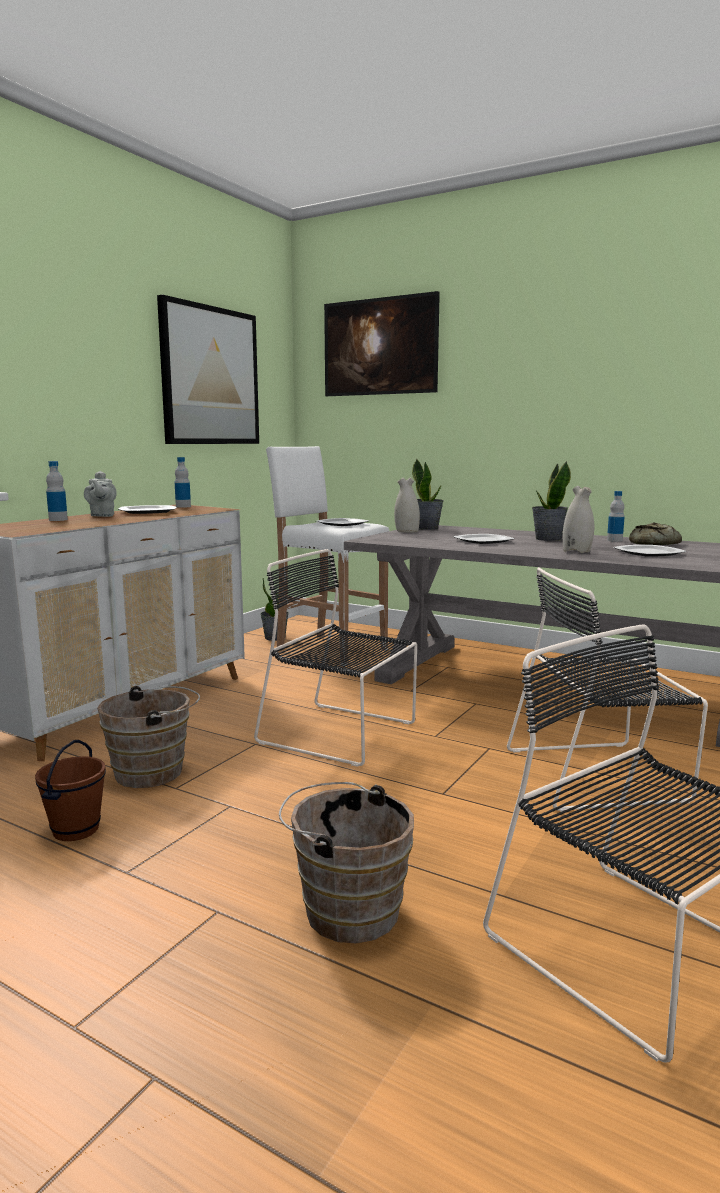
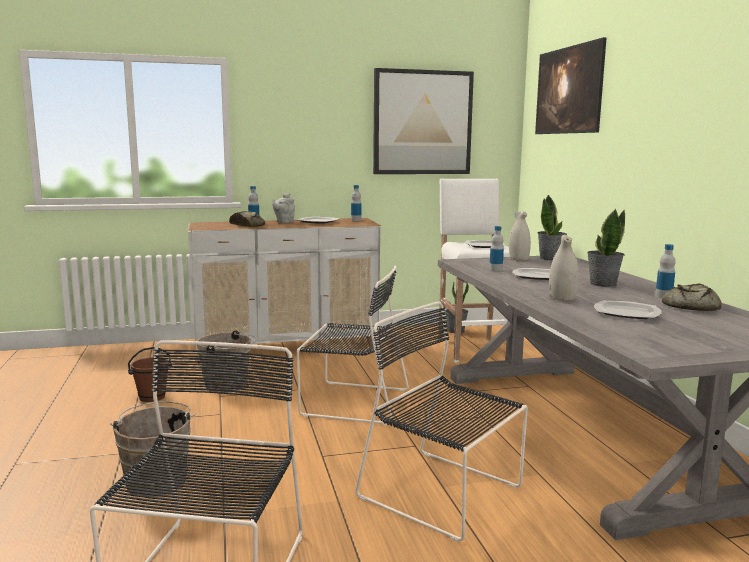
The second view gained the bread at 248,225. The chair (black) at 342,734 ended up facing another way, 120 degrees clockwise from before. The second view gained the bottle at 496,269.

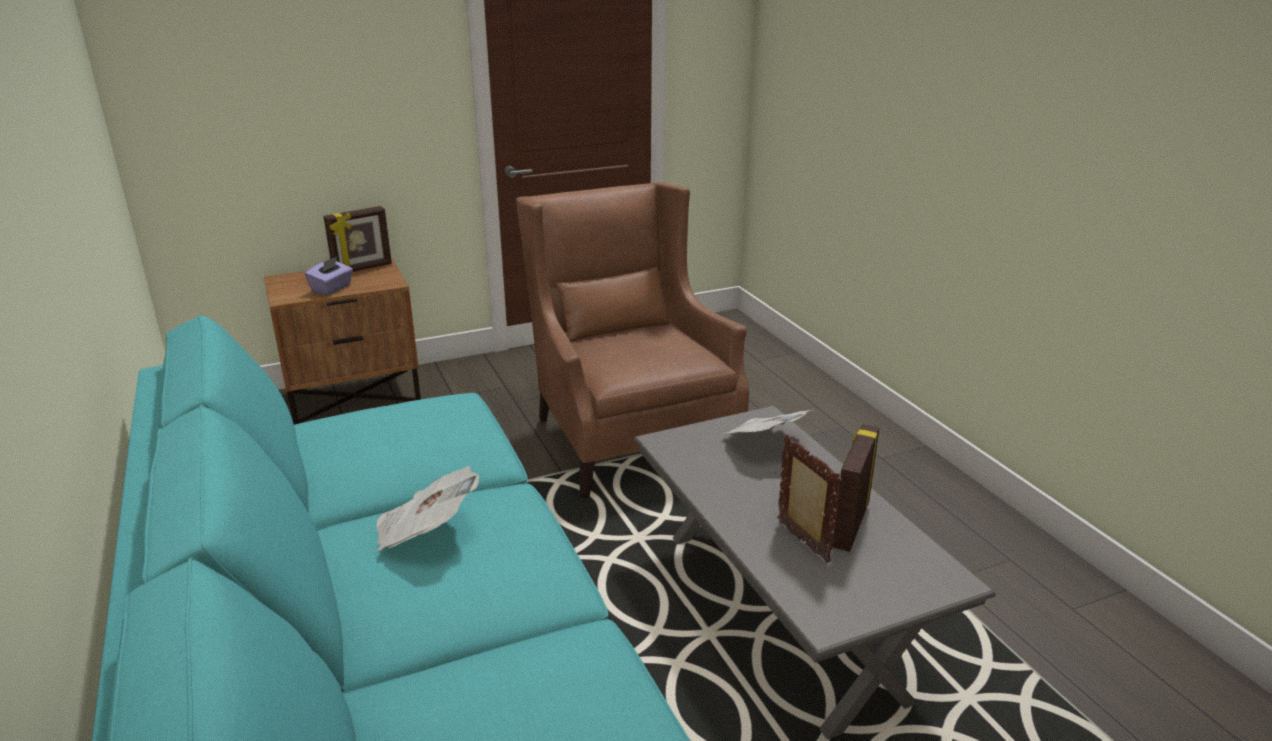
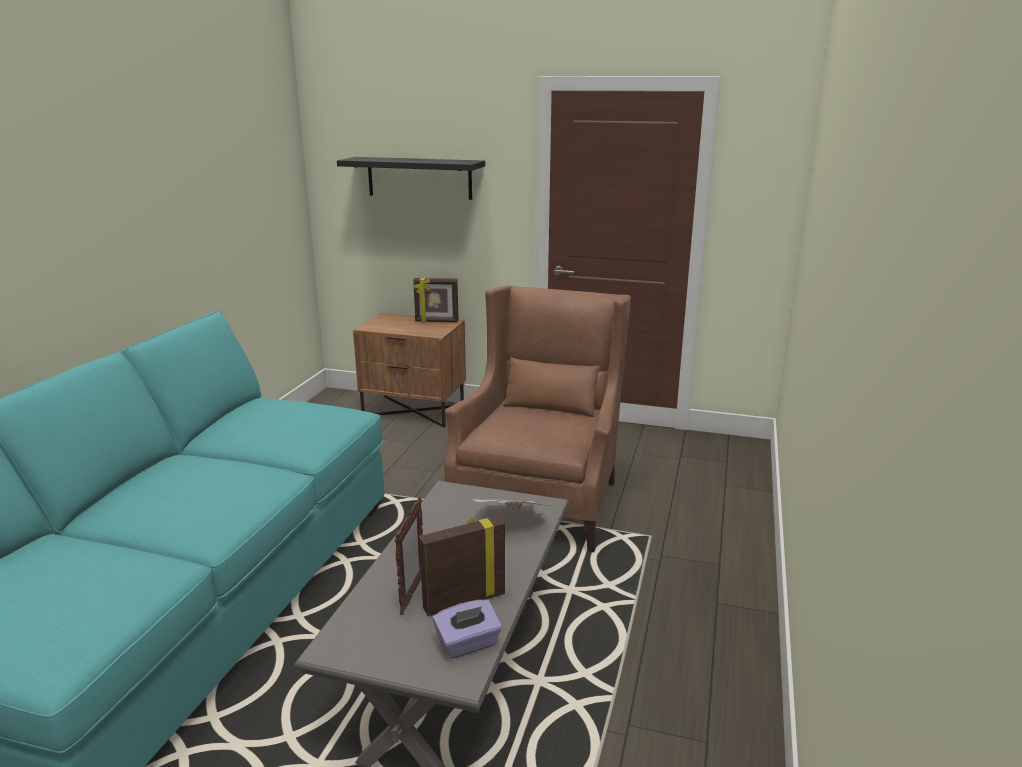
The second view gained the shelf (black) at 419,178. The tissue box (purple) ended up elsewhere, having gone from 332,288 to 468,644. The second view lost the newspaper at 426,532.

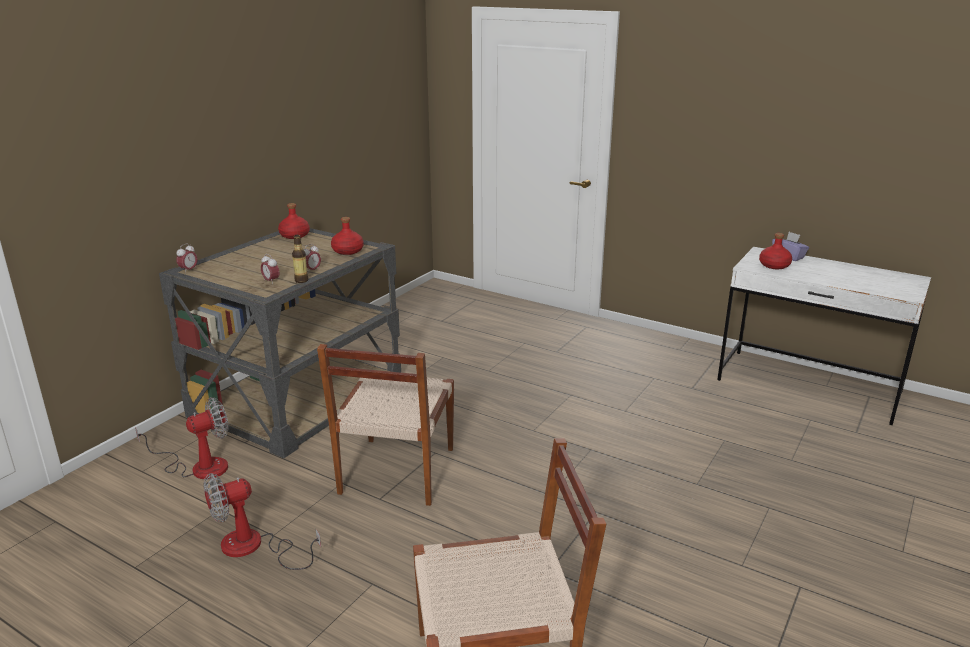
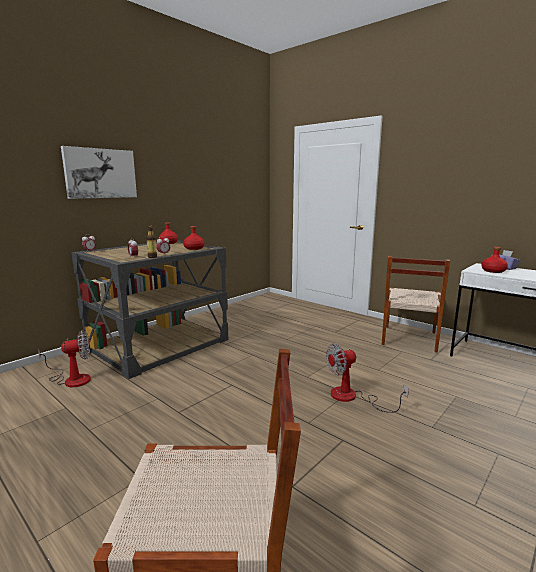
The second view gained the picture at 100,173. The fan ended up elsewhere, having gone from 254,547 to 352,397. The chair ended up elsewhere, having gone from 396,473 to 409,339.

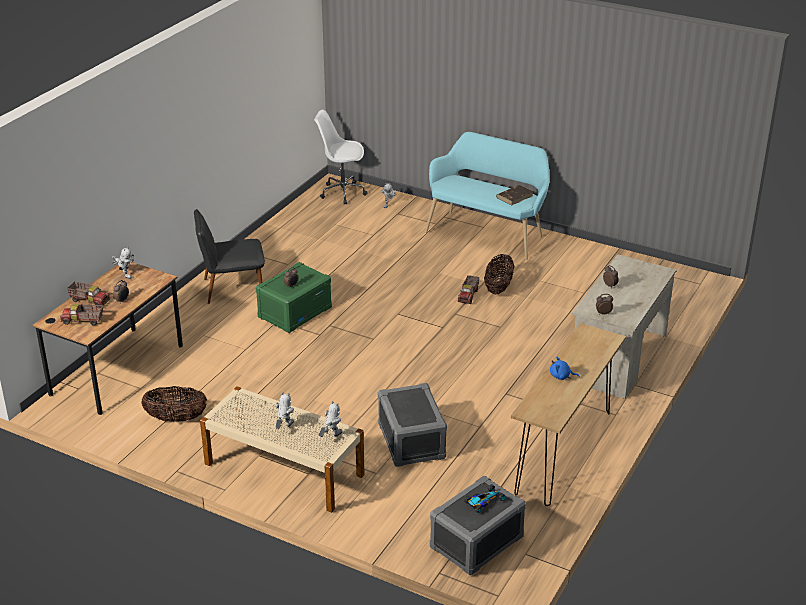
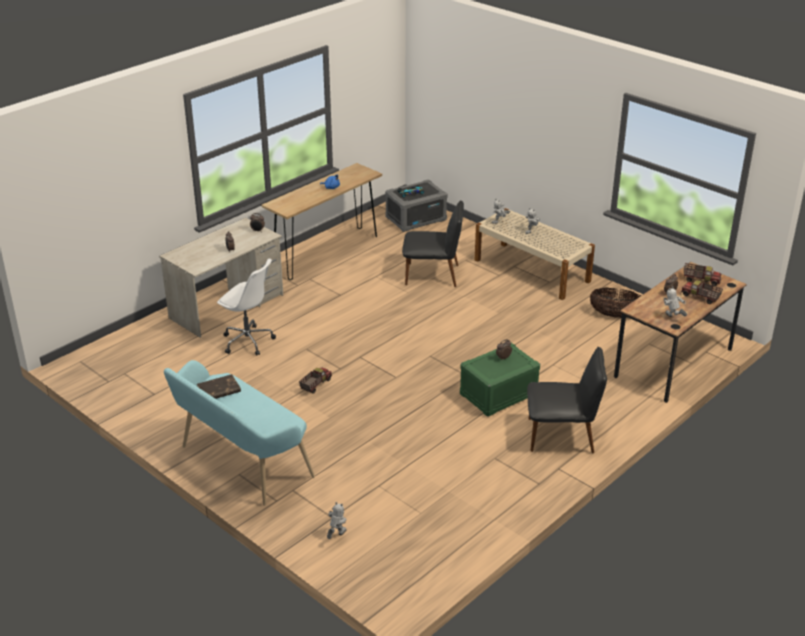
The office chair (white) ended up elsewhere, having gone from 342,193 to 249,342. Where the storage box (grey) stood at 410,441, the chair (black) came to stand at 432,275. The second view lost the basket at 498,288.

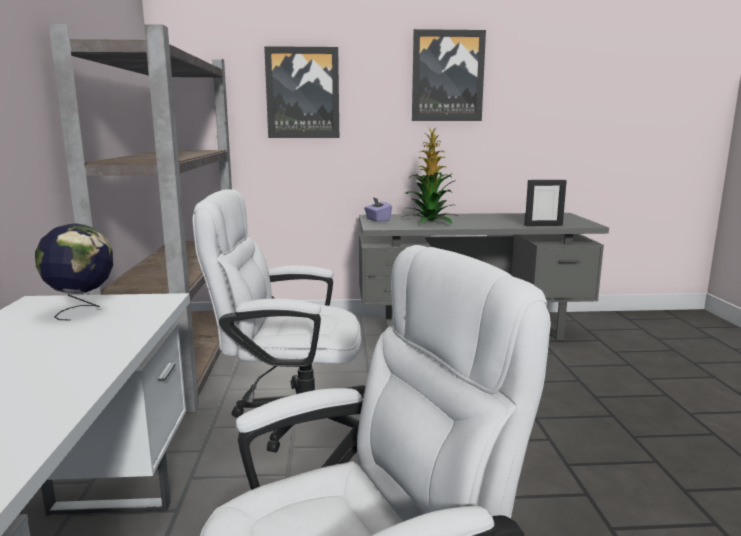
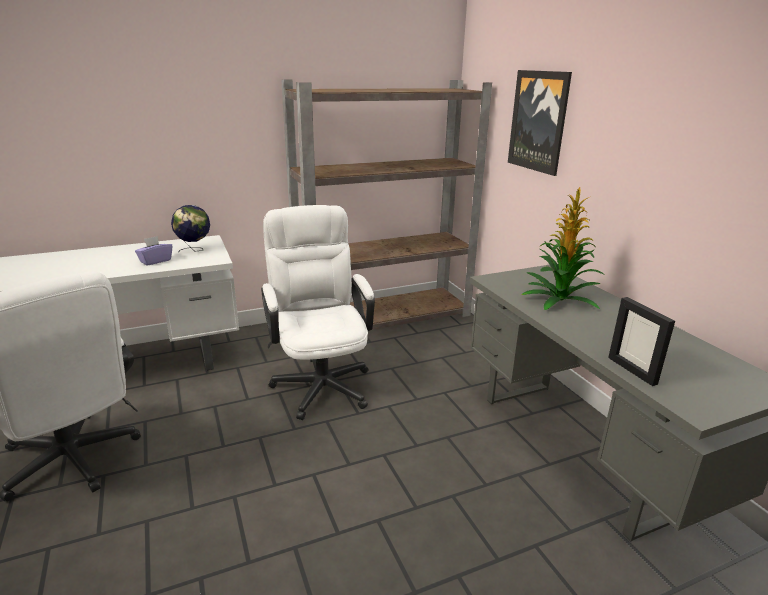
The tissue box (purple) ended up elsewhere, having gone from 377,220 to 155,261. The second view lost the picture at 447,76.

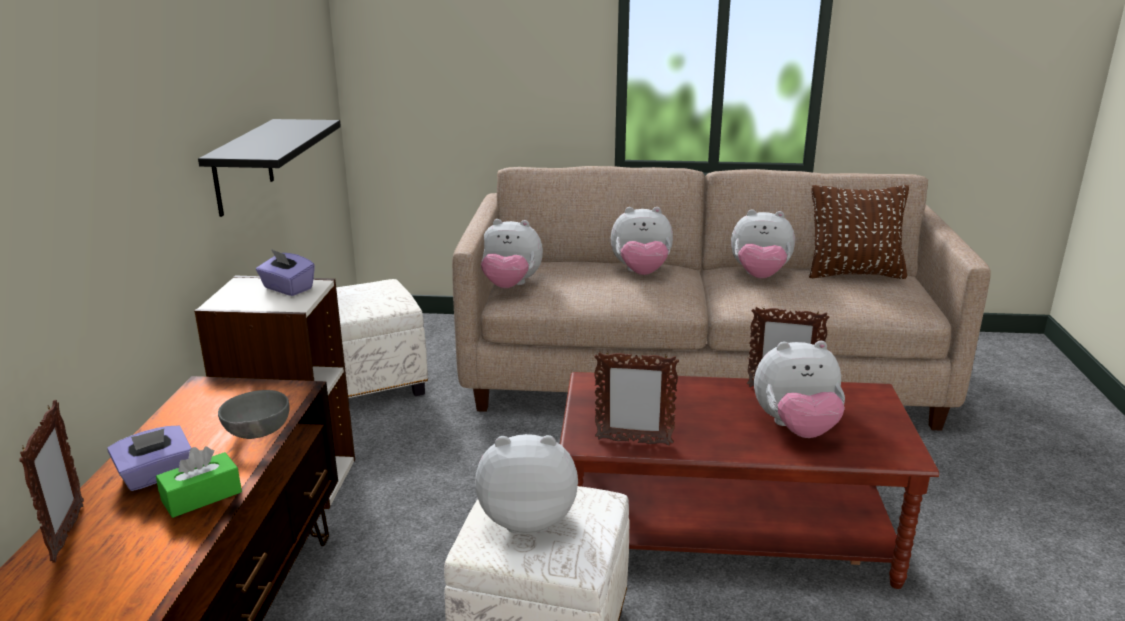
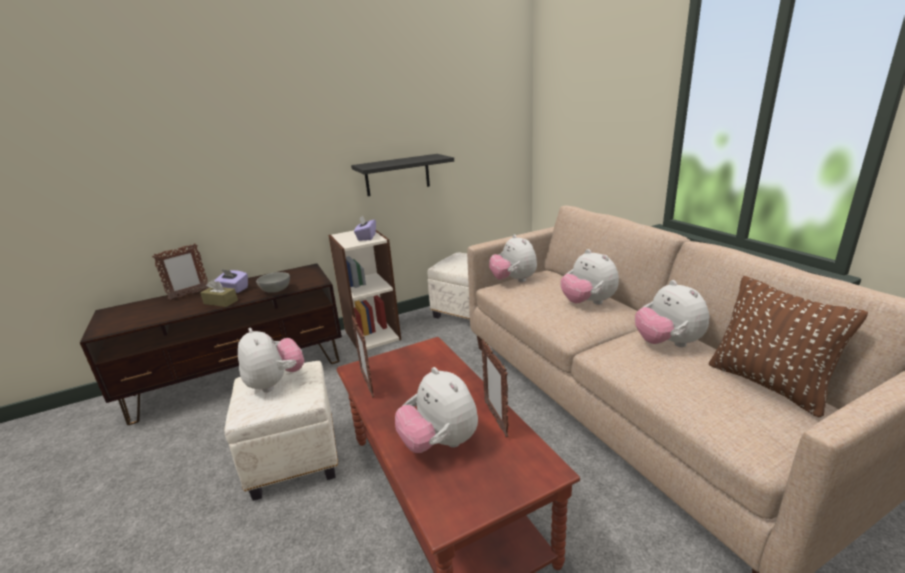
What was the tissue box (green) at 201,496 turned into the tissue box (brown) at 220,302.

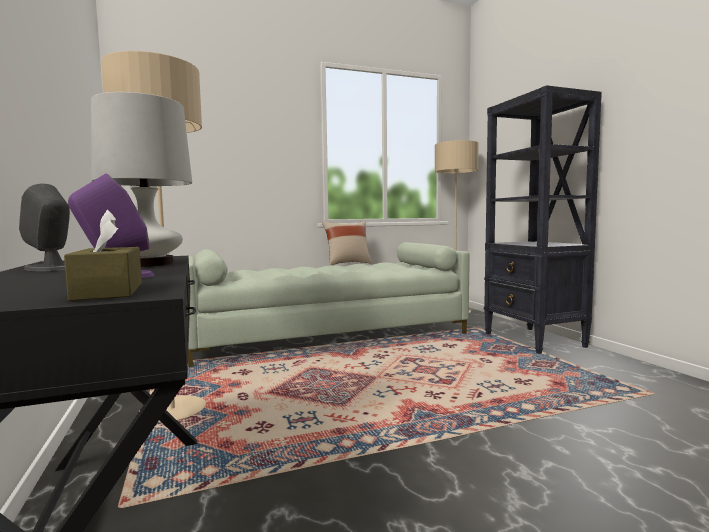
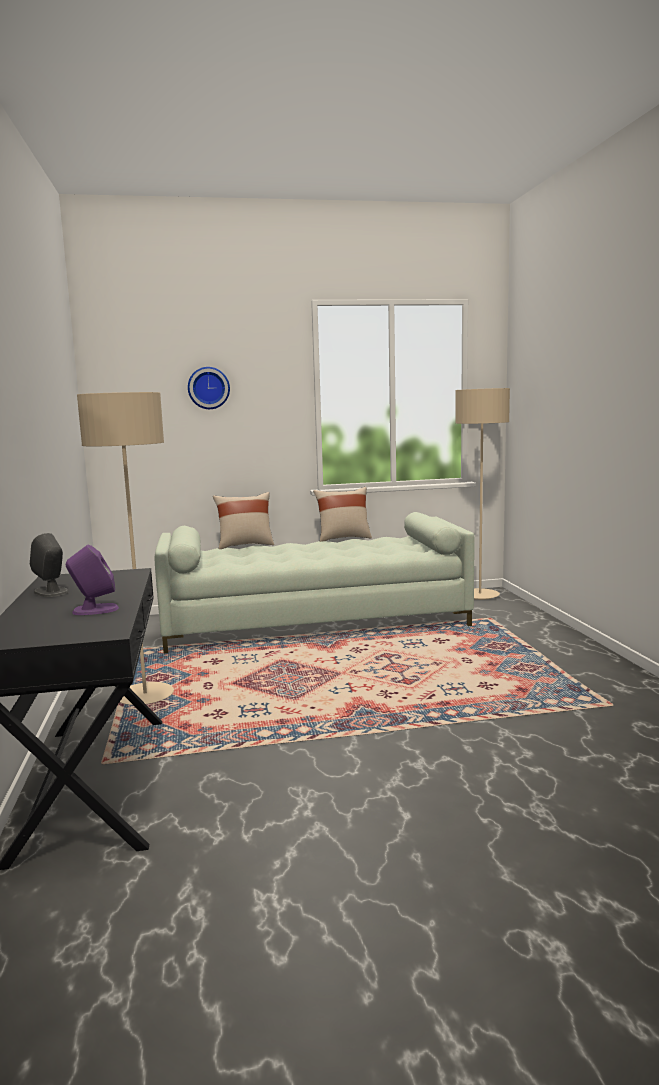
The second view gained the wall clock at 208,388. The second view gained the pillow (beige) at 245,545. The second view lost the tissue box (brown) at 109,291. The second view lost the table lamp (white) at 149,264. The second view lost the bookcase (black) at 534,340.

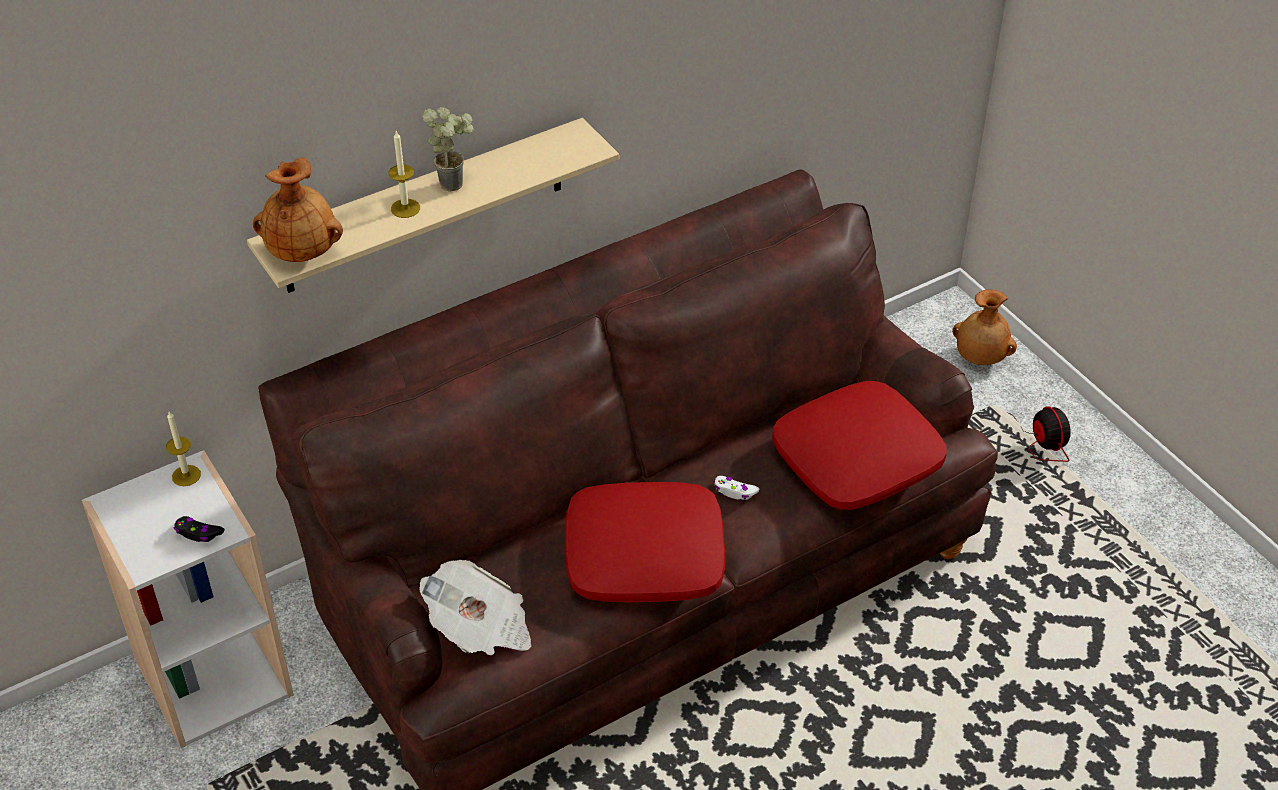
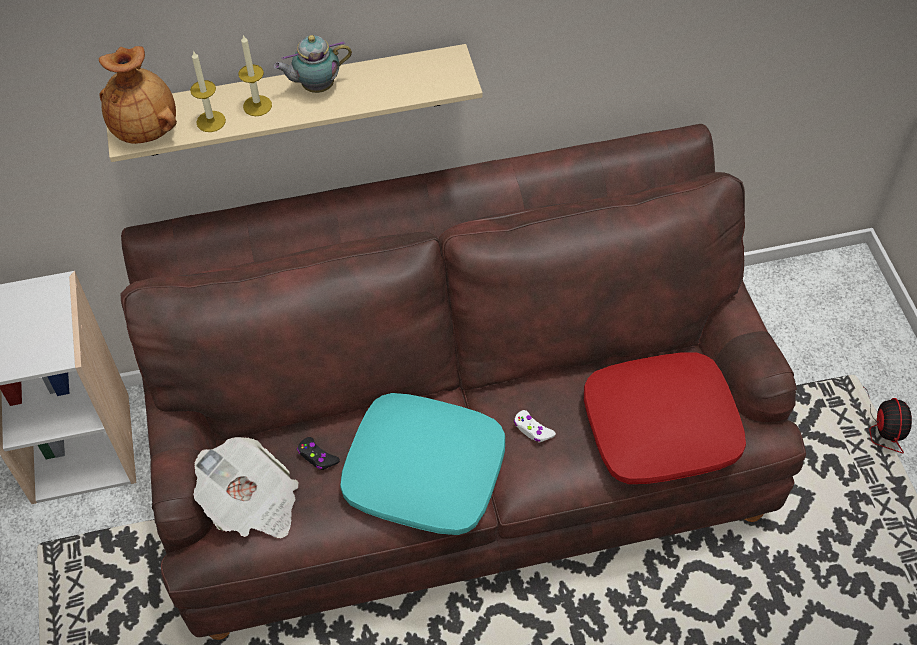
The candle ended up elsewhere, having gone from 186,475 to 211,121. Where the potted plant stood at 455,181, the teapot came to stand at 315,87. The game controller (black) ended up elsewhere, having gone from 198,533 to 317,457. What was the pillow (red) at 645,555 turned into the pillow (turquoise) at 425,472. The second view lost the vase (brown) at 980,357.

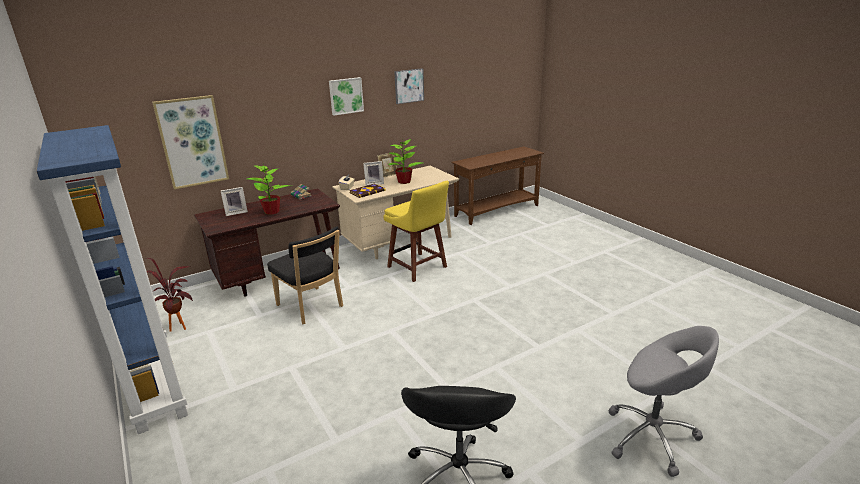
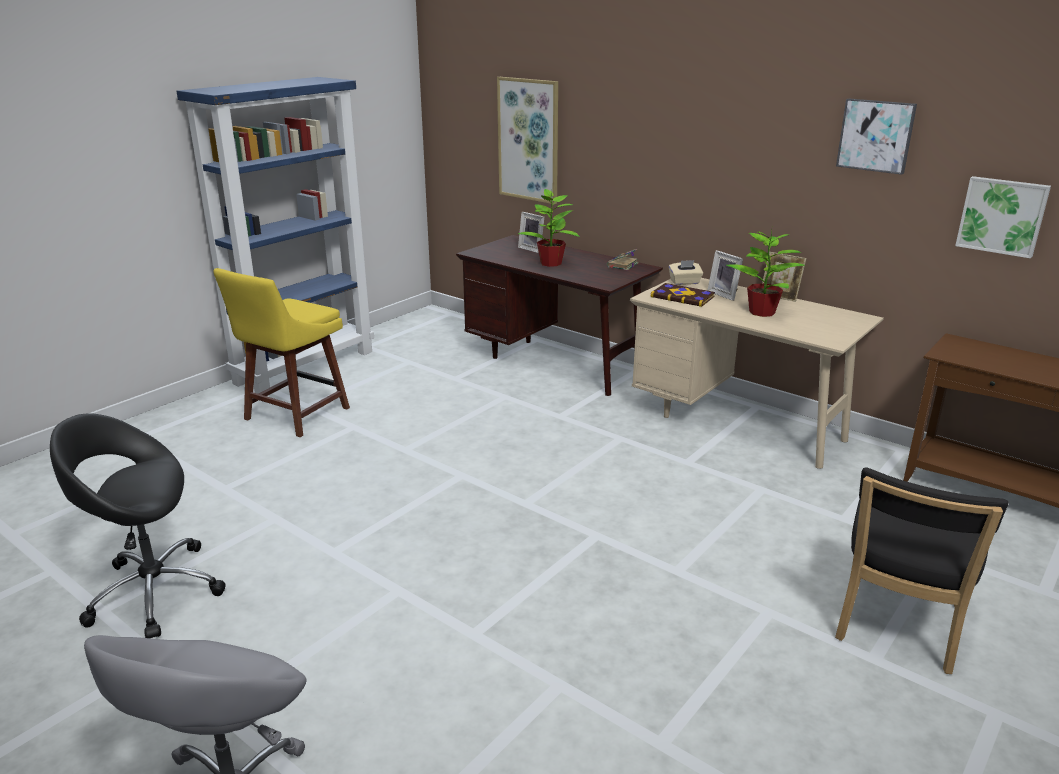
The stool (yellow) ended up elsewhere, having gone from 418,268 to 293,415. The chair (black) ended up elsewhere, having gone from 311,307 to 896,627. The picture ended up elsewhere, having gone from 346,96 to 1002,216. The second view lost the potted plant at 179,325.

